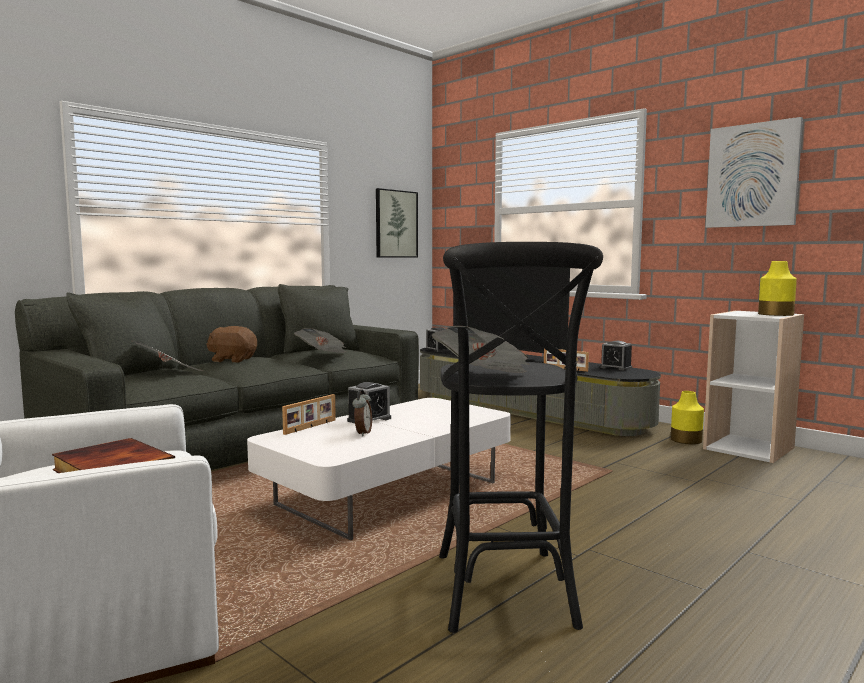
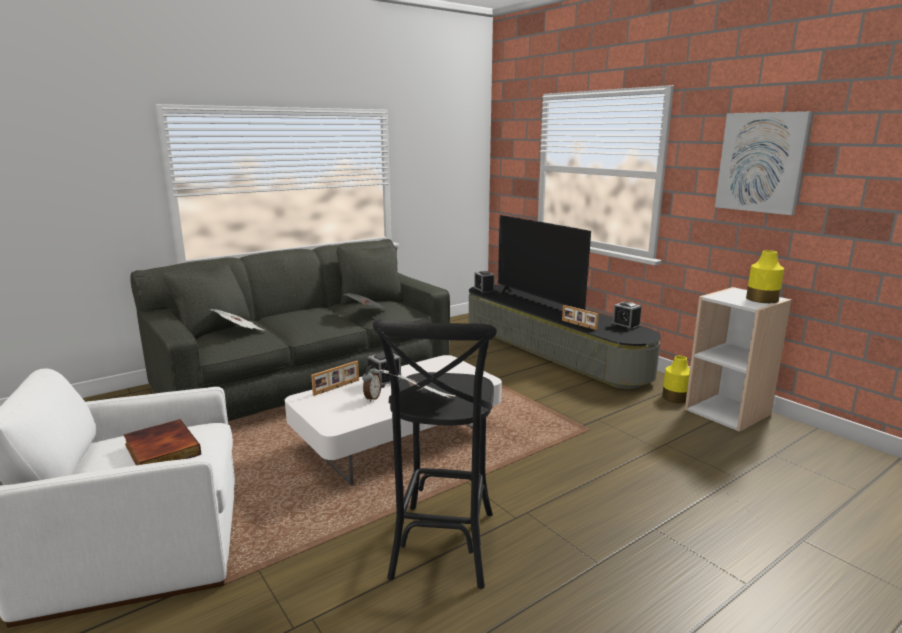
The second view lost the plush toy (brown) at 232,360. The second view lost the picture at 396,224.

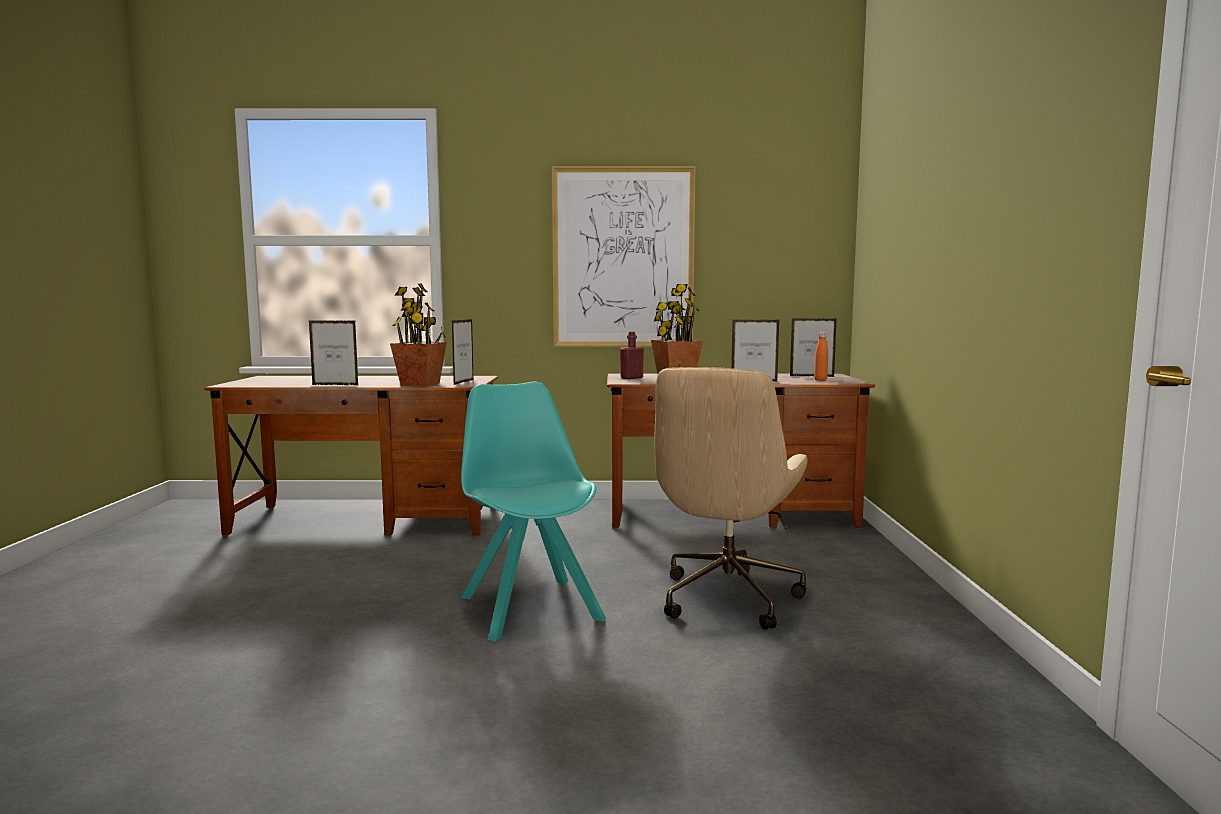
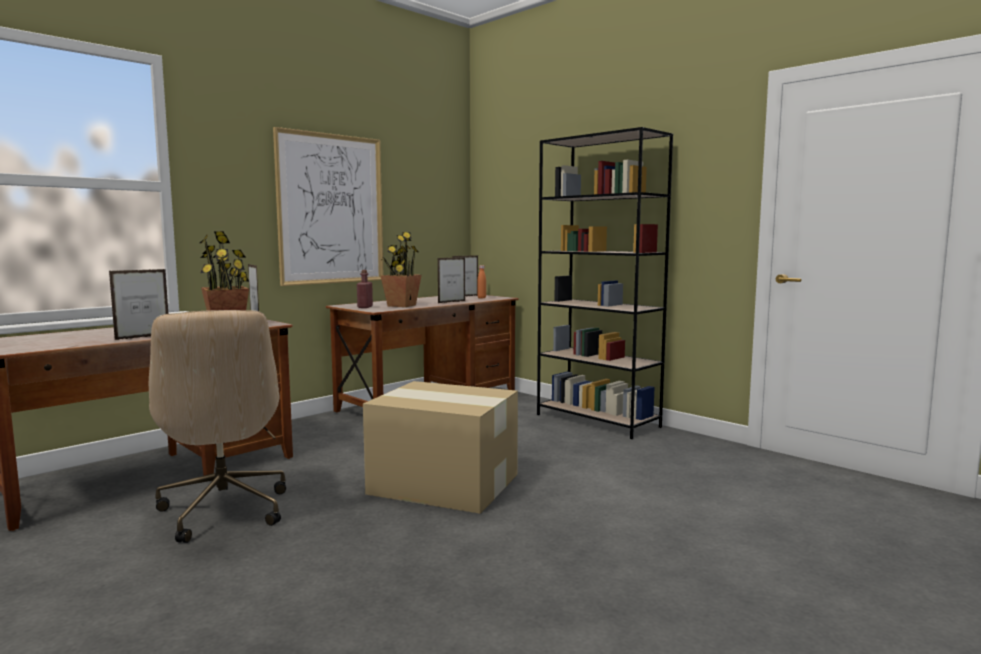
The office chair (beige) ended up elsewhere, having gone from 726,601 to 223,514. Where the chair (turquoise) stood at 530,606, the cardboard box came to stand at 442,483. The second view gained the bookcase (beige) at 598,420.

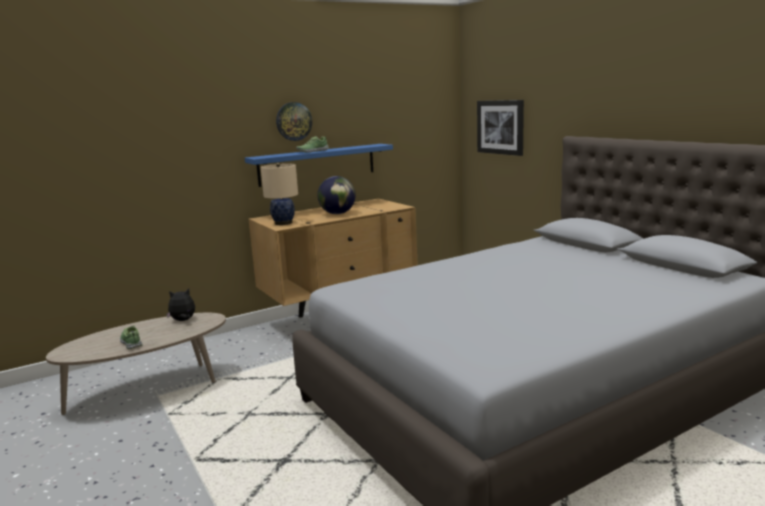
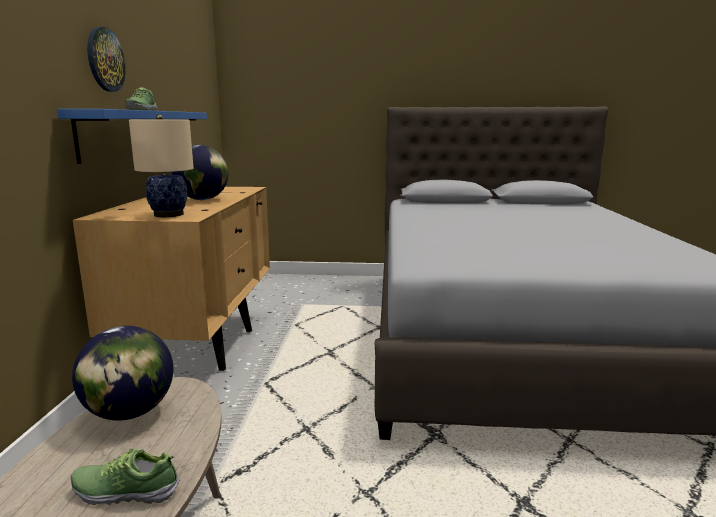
Where the plush toy stood at 183,320, the globe came to stand at 130,413. The second view lost the picture at 500,127.

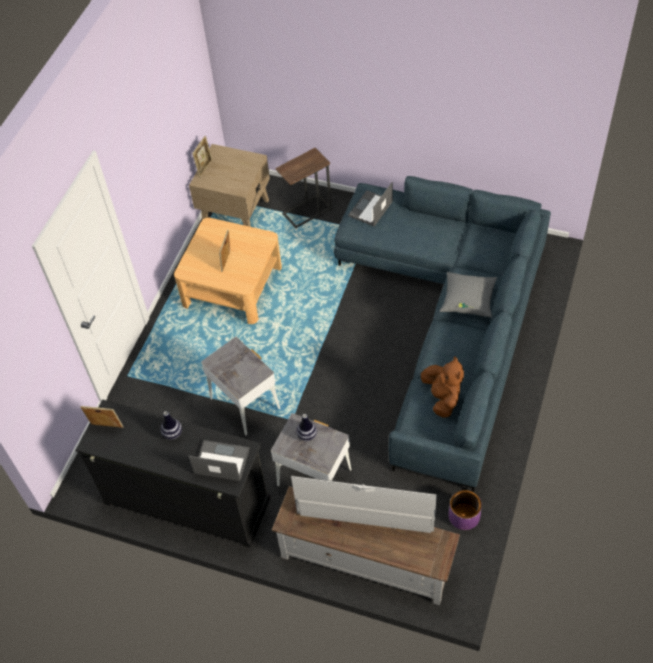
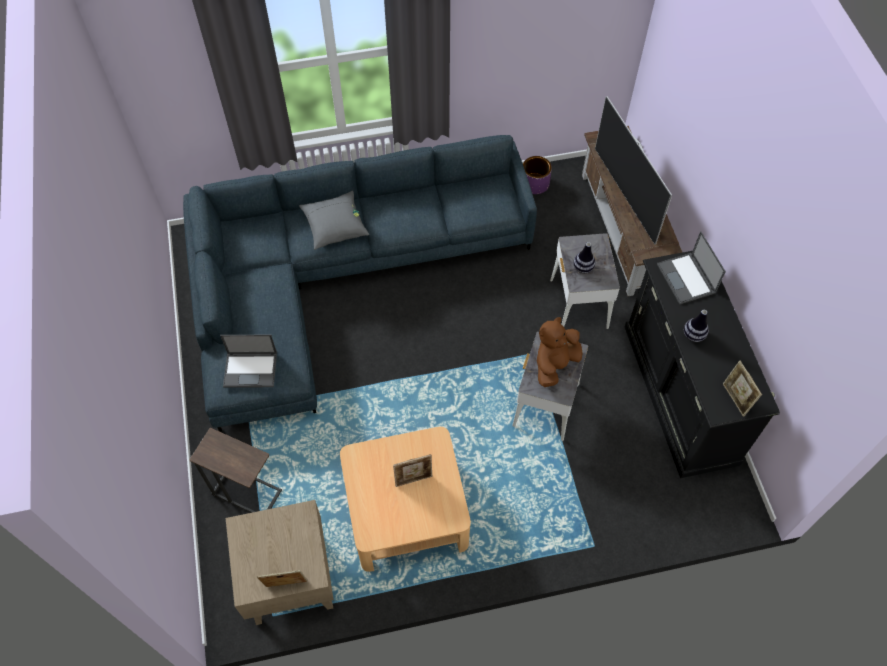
The plush toy (brown) ended up elsewhere, having gone from 442,397 to 555,364.

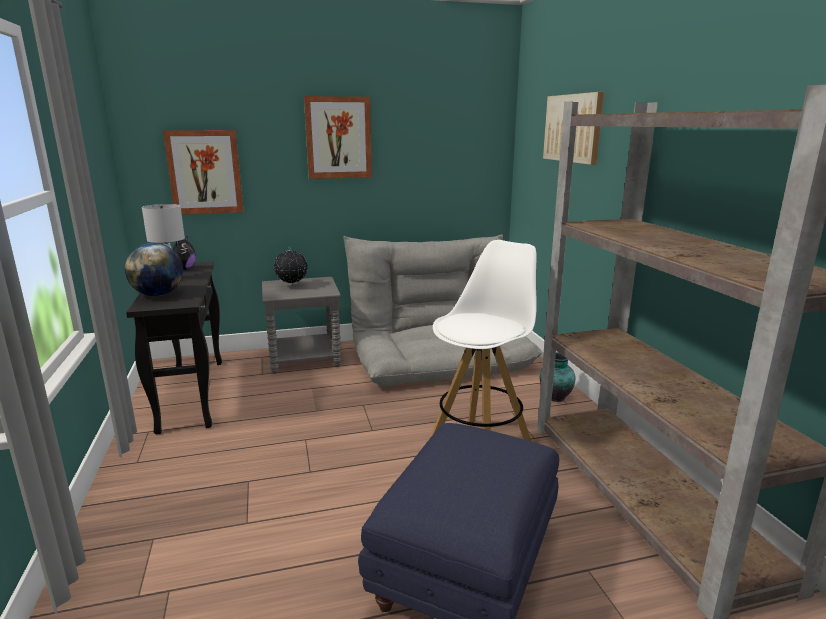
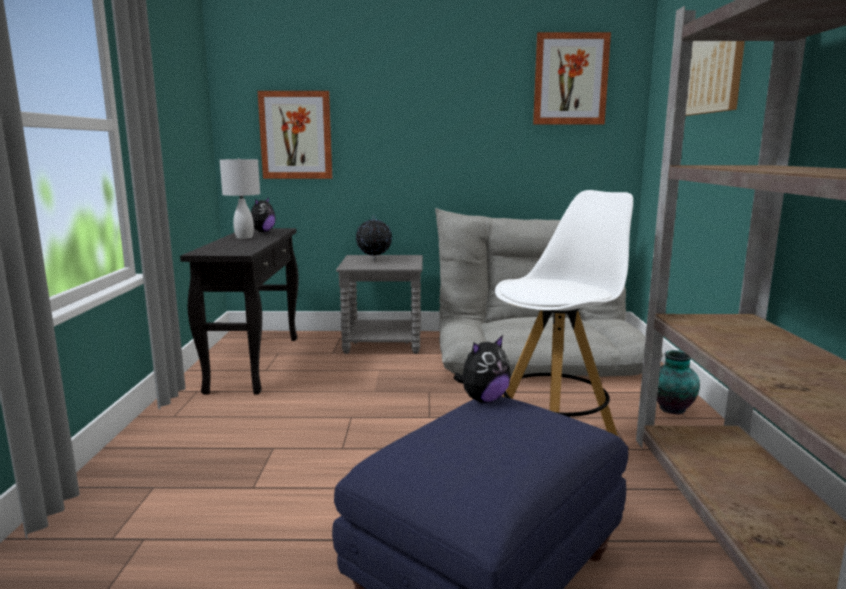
The second view gained the plush toy at 483,399. The picture ended up elsewhere, having gone from 338,138 to 570,79. The second view lost the globe at 158,295.

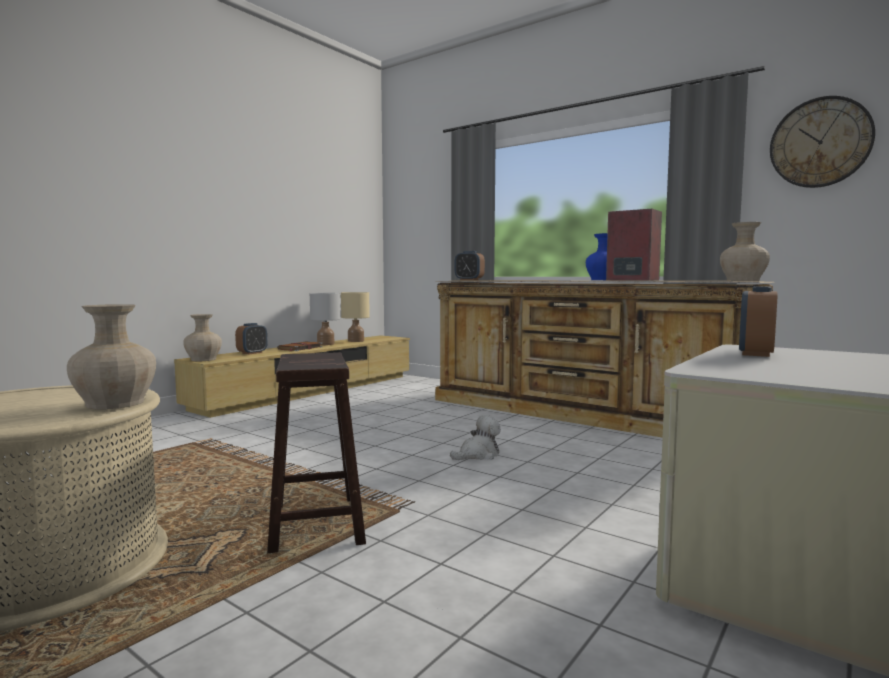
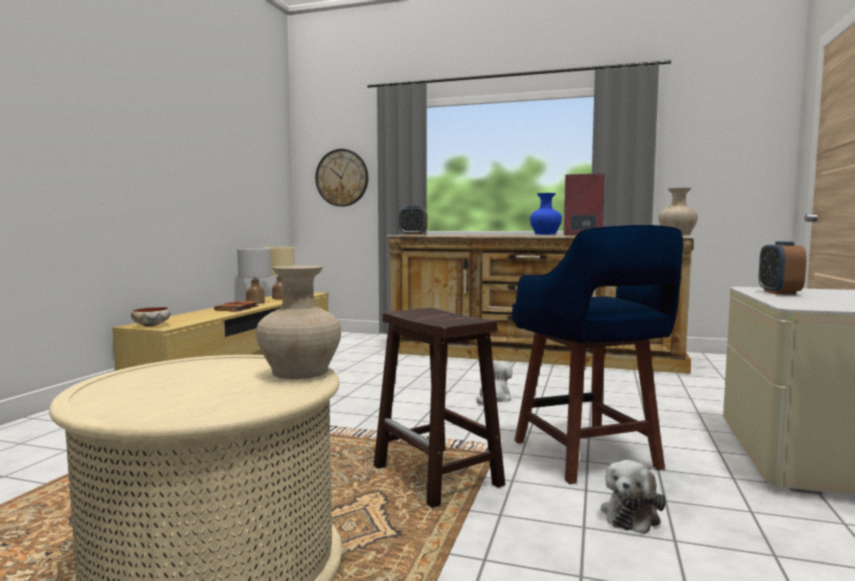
Where the vase (beige) stood at 204,359, the bowl came to stand at 152,325. The wall clock ended up elsewhere, having gone from 820,142 to 342,178. The second view gained the stool (blue) at 588,457. The second view gained the plush toy at 631,514. The second view lost the alarm clock at 252,353.

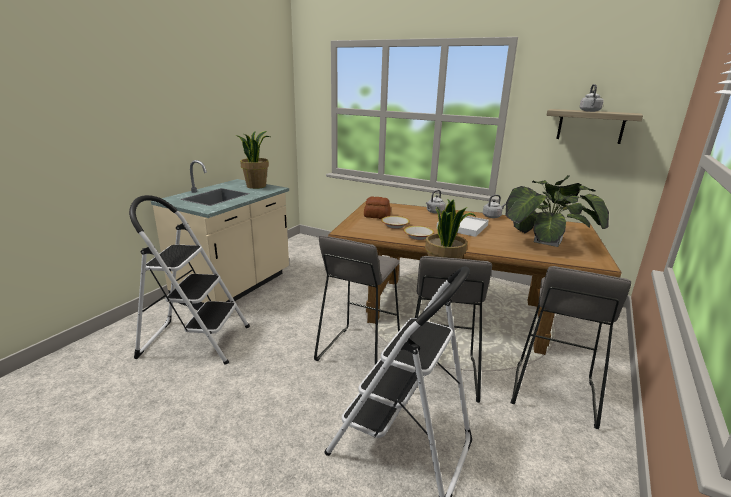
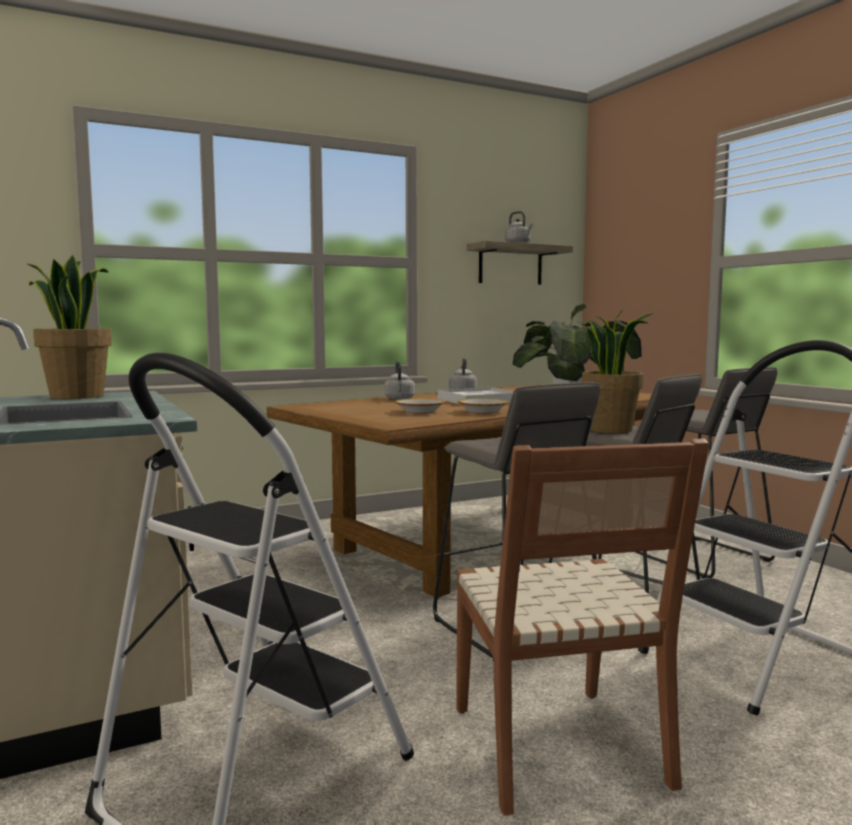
The second view gained the chair at 559,754. The second view lost the bread at 377,216.

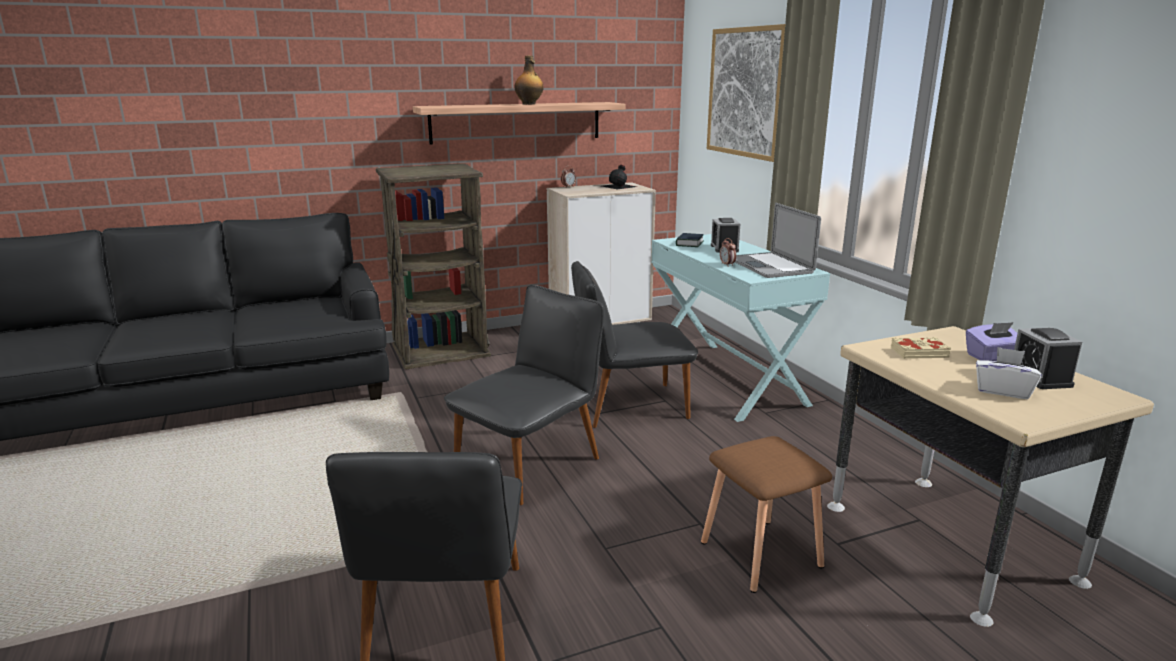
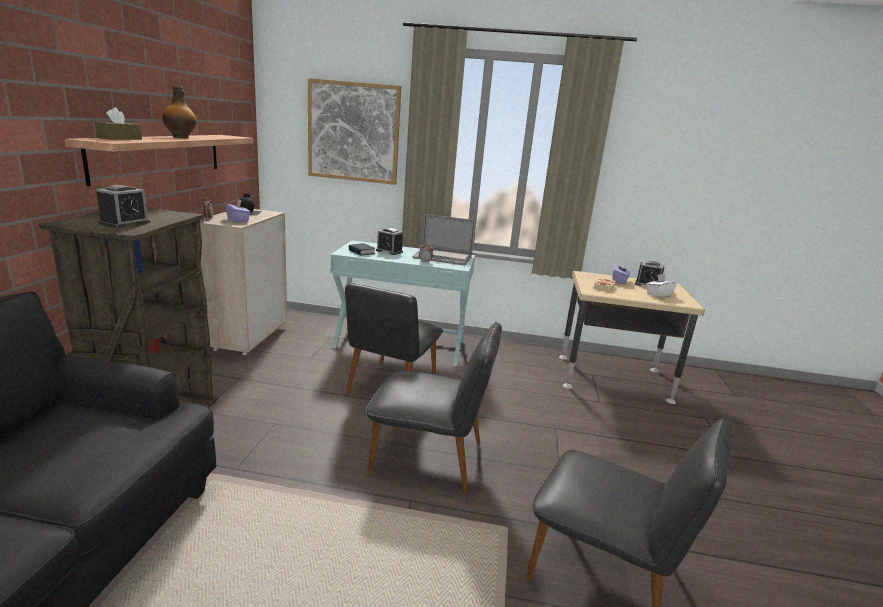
The second view gained the tissue box (brown) at 120,138. The second view gained the alarm clock at 125,223. The second view gained the tissue box (purple) at 238,220. The chair (black) at 527,464 ended up facing another way, 120 degrees clockwise from before. The second view lost the stool (brown) at 759,553.

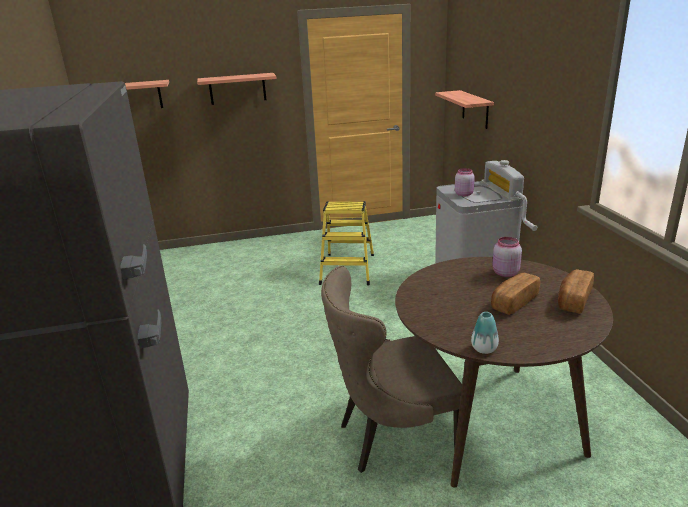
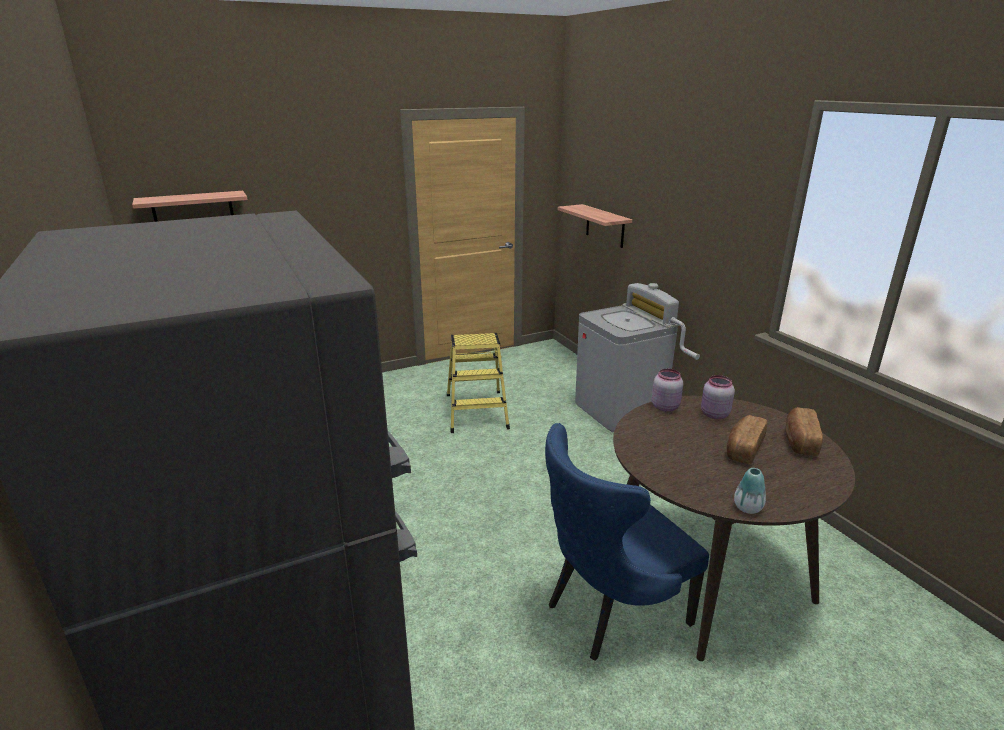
What was the chair (beige) at 391,437 turned into the chair (blue) at 610,611. The jar (pink) ended up elsewhere, having gone from 464,194 to 665,406. The second view lost the shelf at 237,88.

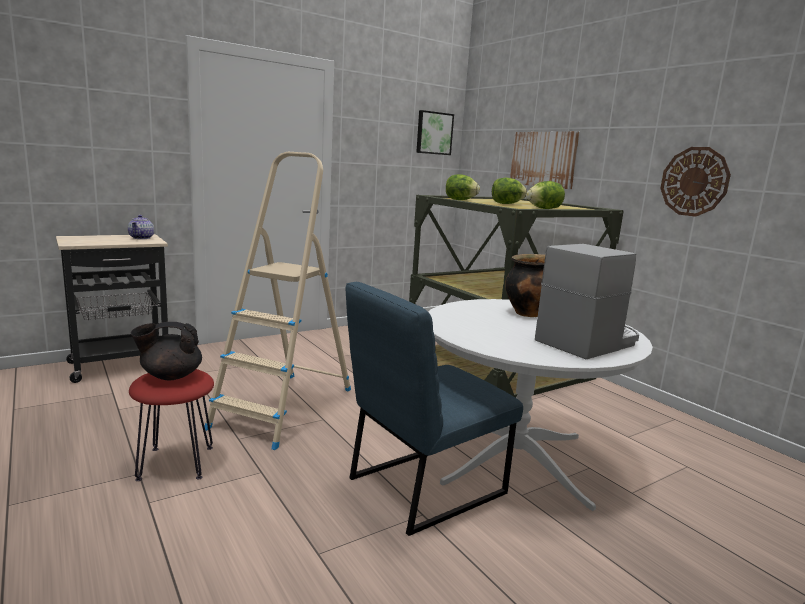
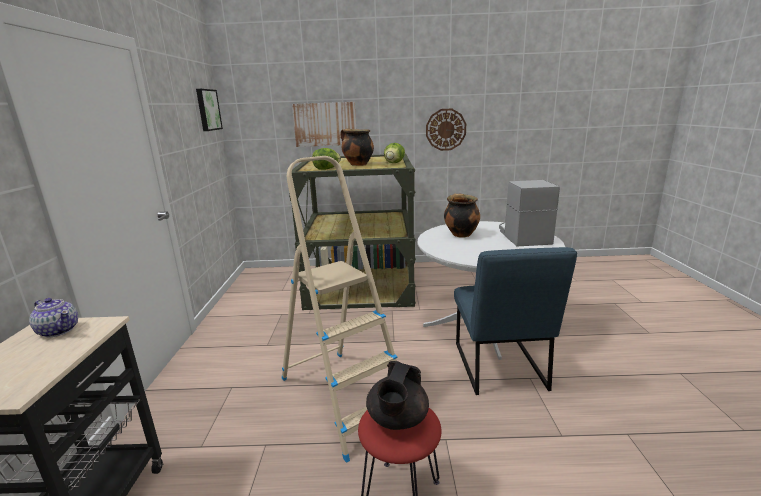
Where the lettuce stood at 506,204, the cooking pot came to stand at 357,164.

